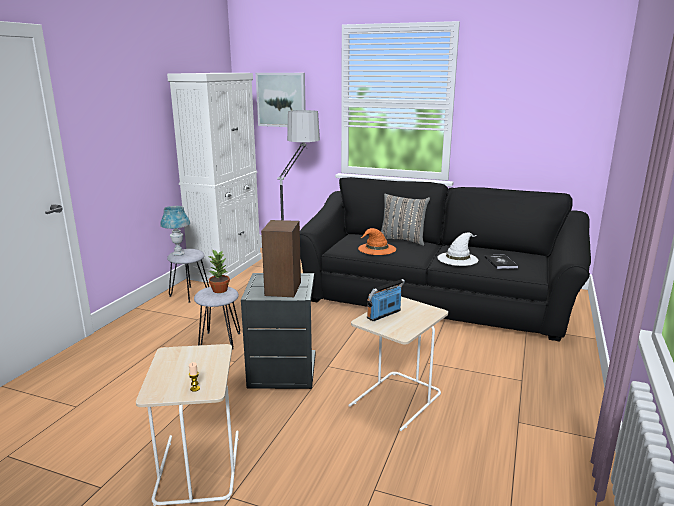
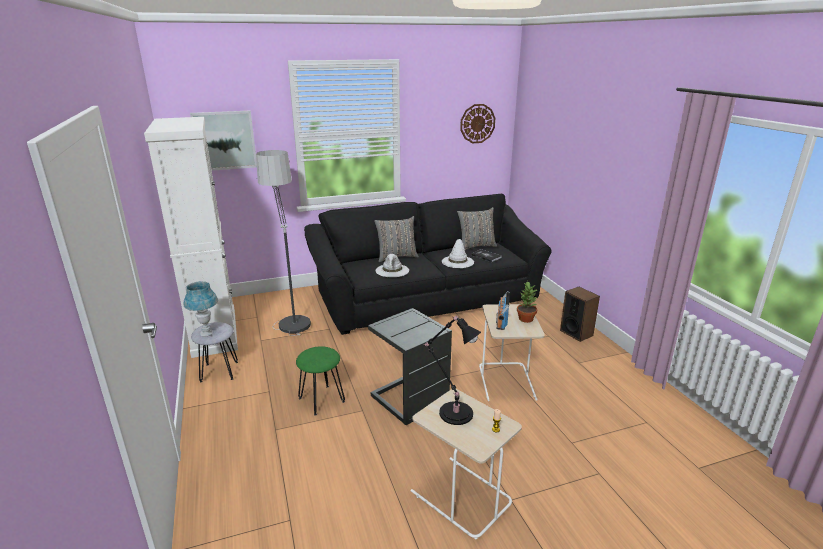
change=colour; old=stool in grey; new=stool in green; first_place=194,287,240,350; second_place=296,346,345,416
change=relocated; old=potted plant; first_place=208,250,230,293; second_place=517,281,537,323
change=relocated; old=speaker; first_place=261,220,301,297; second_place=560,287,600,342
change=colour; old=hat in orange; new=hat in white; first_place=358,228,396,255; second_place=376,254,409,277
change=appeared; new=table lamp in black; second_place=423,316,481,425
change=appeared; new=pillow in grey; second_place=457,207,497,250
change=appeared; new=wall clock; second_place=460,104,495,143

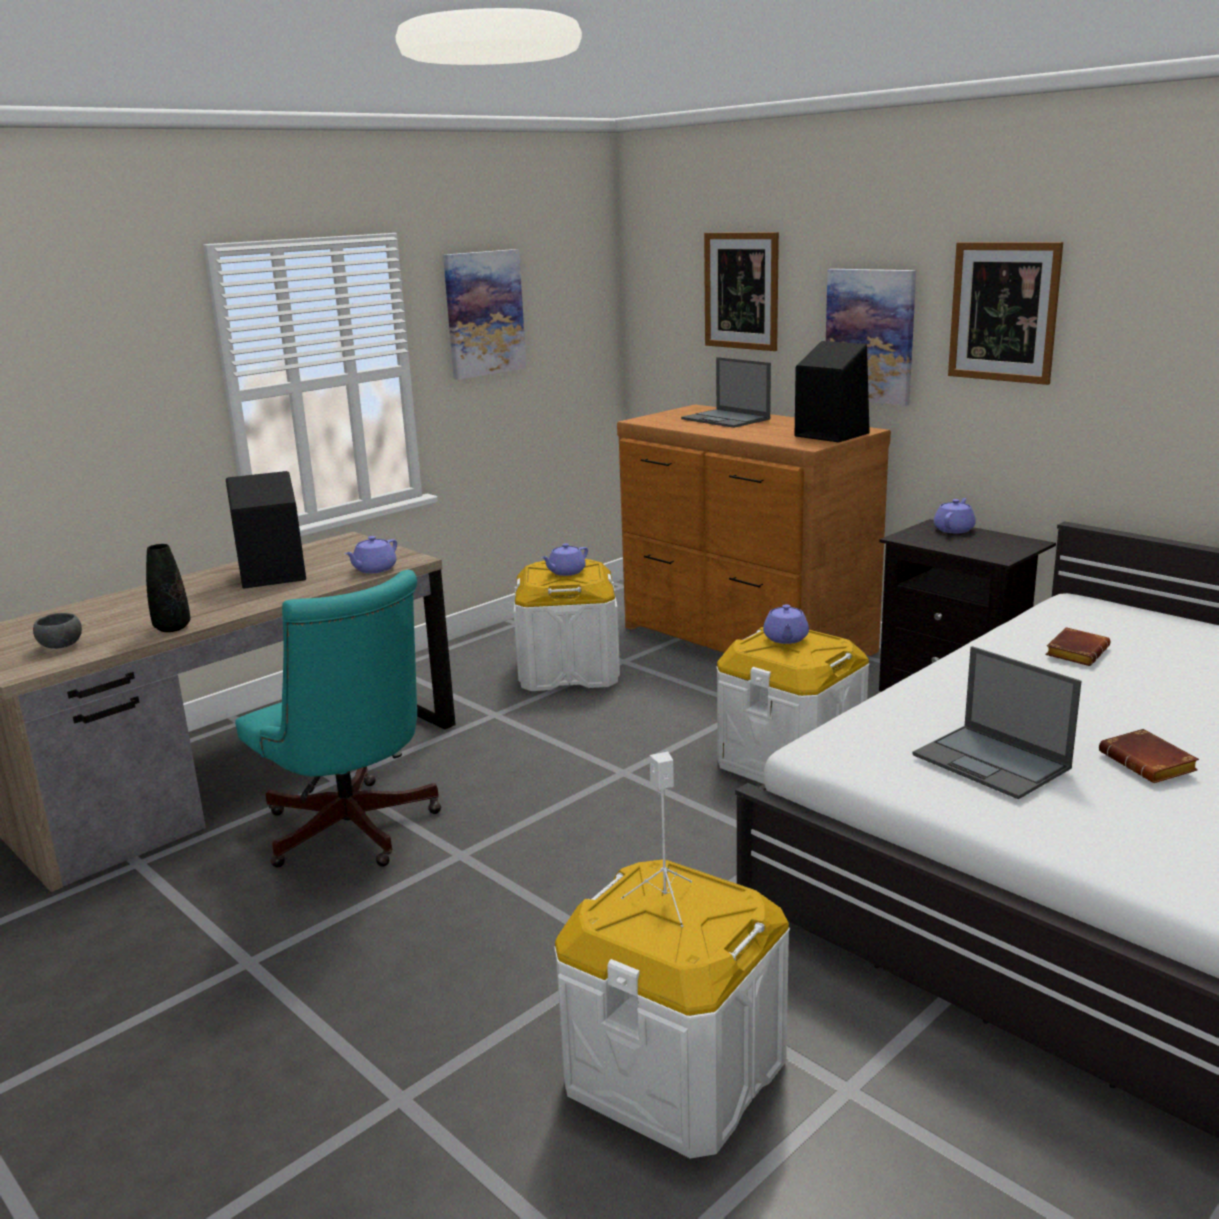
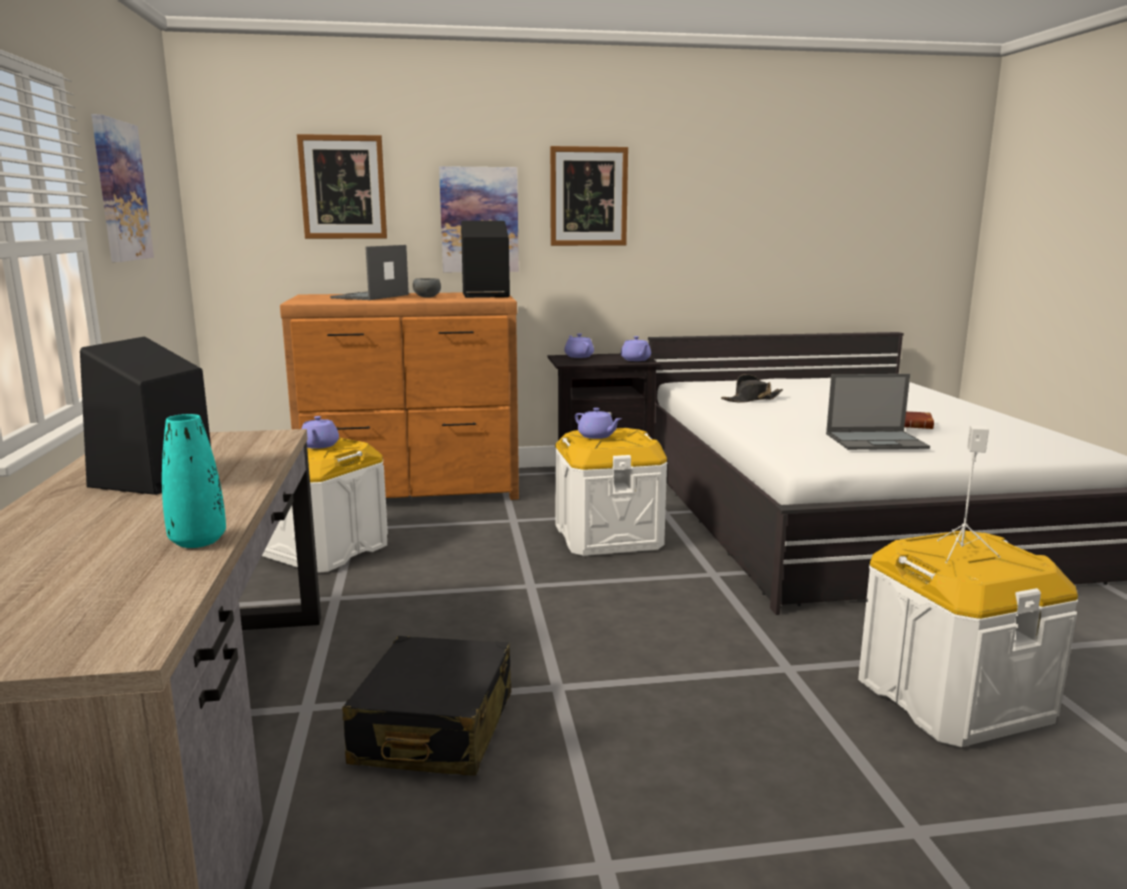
change=relocated; old=bowl in grey; first_place=33,613,82,649; second_place=413,278,441,298
change=colour; old=vase in black; new=vase in turquoise; first_place=146,544,190,632; second_place=162,414,226,548
change=exchanged; old=office chair in turquoise; new=suitcase in black; first_place=235,570,442,868; second_place=342,636,511,776
change=relocated; old=teapot in purple; first_place=345,536,397,573; second_place=621,336,651,361
change=spun; old=laptop; first_place=681,357,771,428; second_place=330,245,409,300; degrees=120
change=exchanged; old=book in brown; new=hat in black; first_place=1045,627,1110,666; second_place=721,374,783,403

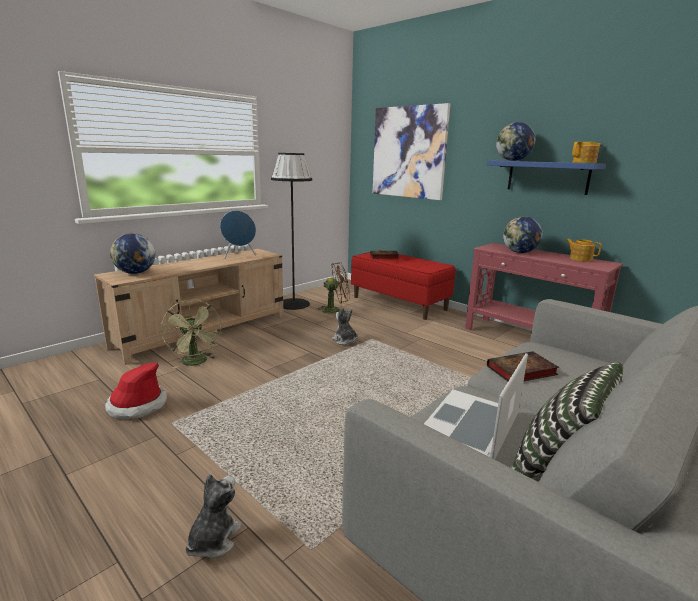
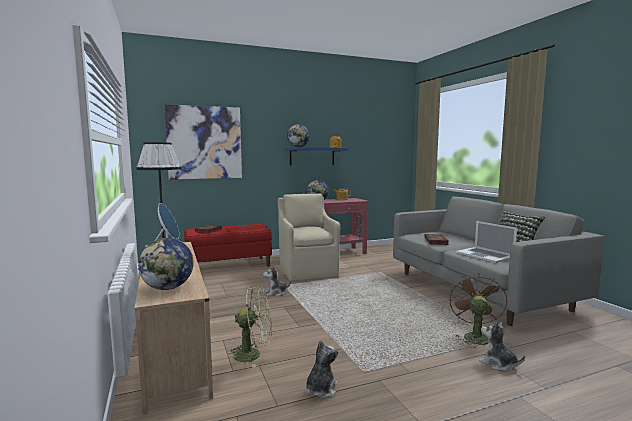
change=exchanged; old=hat; new=plush toy; first_place=105,363,167,420; second_place=305,340,338,399
change=relocated; old=fan in brown; first_place=317,262,350,314; second_place=449,274,507,348
change=appeared; new=armchair in beige; second_place=278,193,340,281

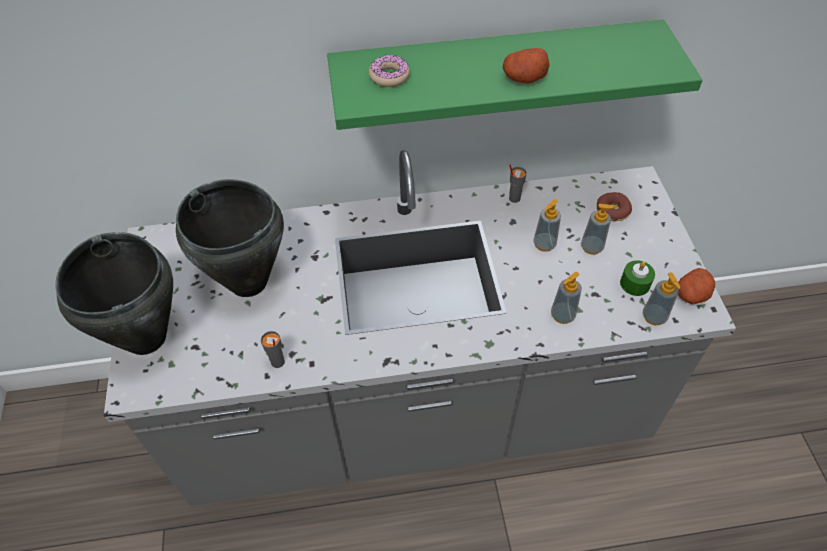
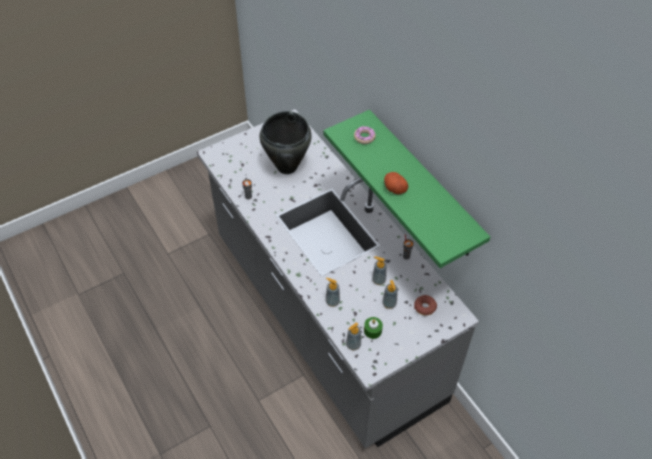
change=missing; old=cooking pot in black; first_place=55,232,173,355
change=missing; old=potato; first_place=678,268,715,304

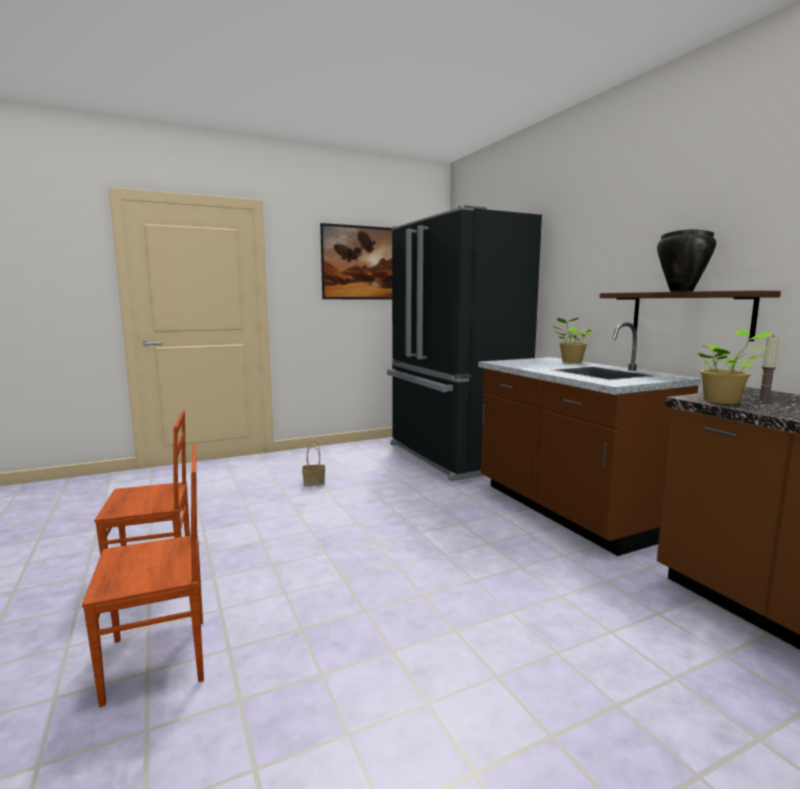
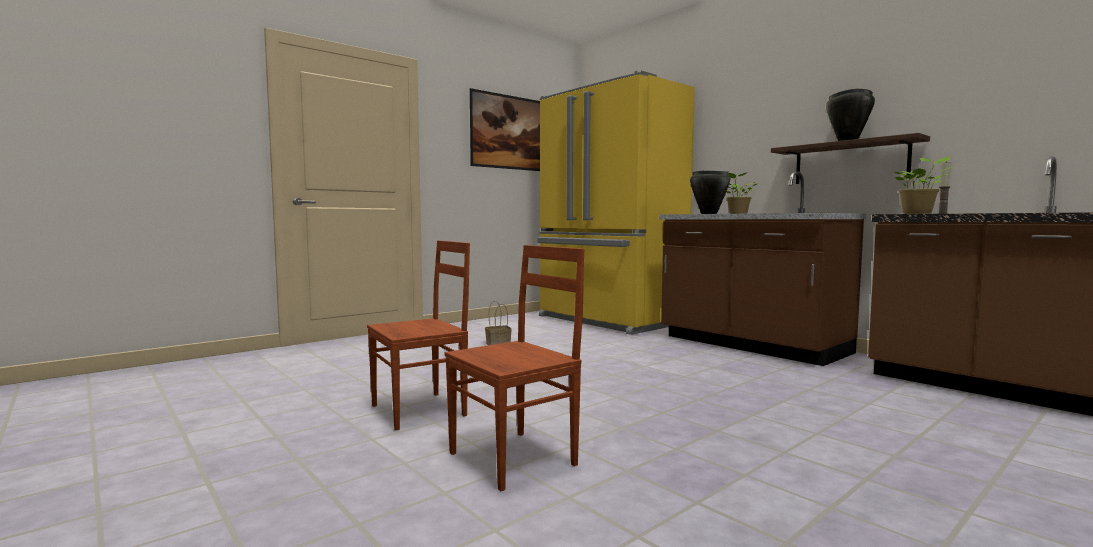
change=colour; old=fridge in black; new=fridge in yellow; first_place=387,205,542,481; second_place=538,71,695,335
change=appeared; new=cooking pot in black; second_place=690,171,730,214

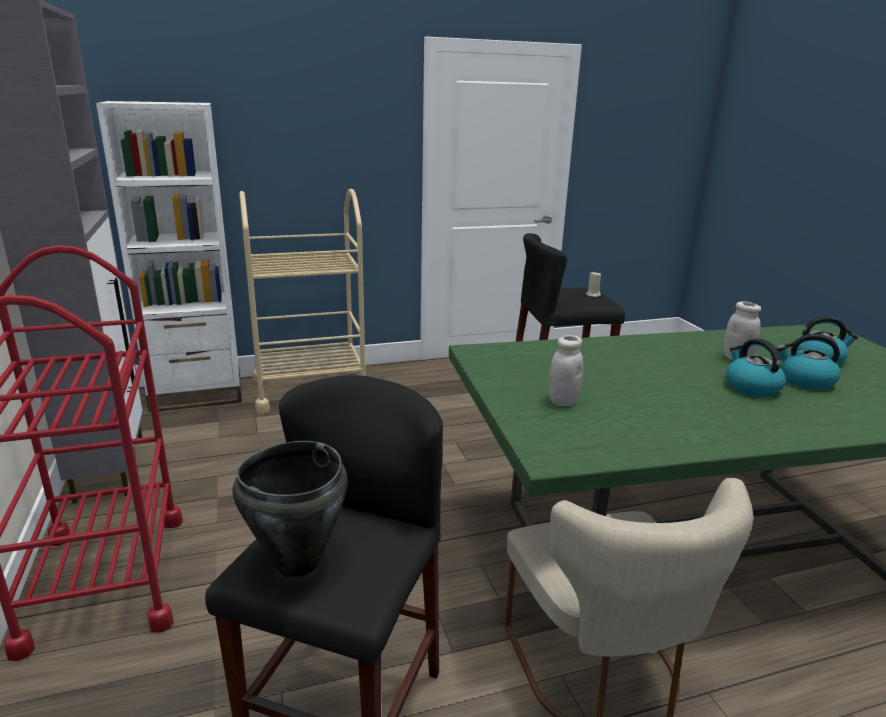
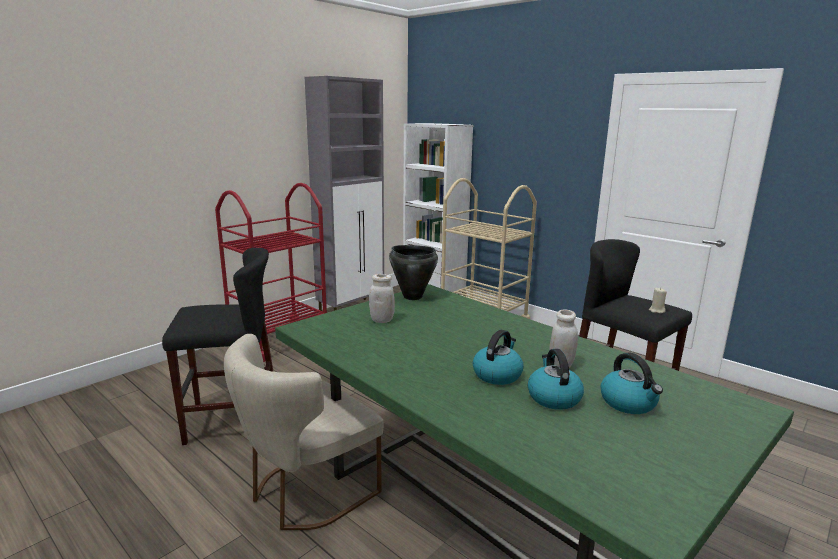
change=relocated; old=cooking pot in black; first_place=232,441,348,578; second_place=389,245,438,300

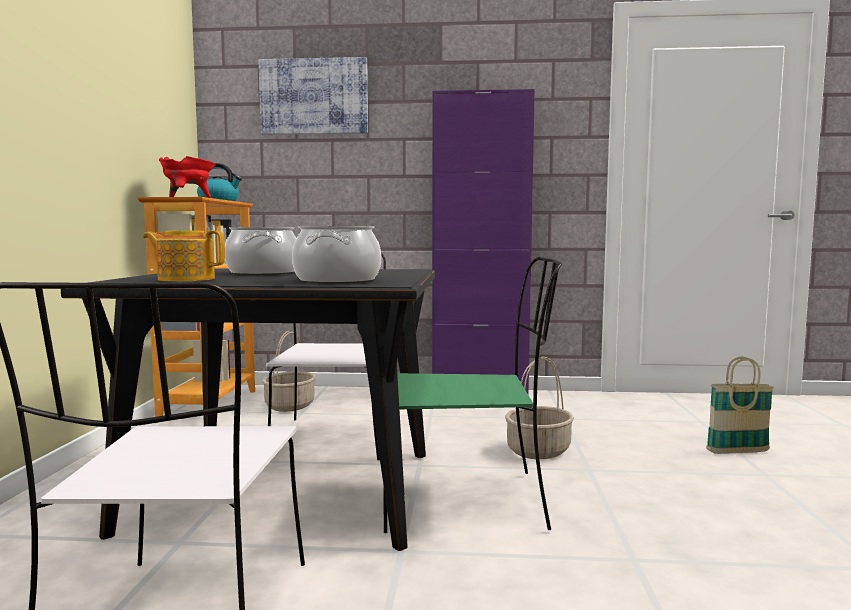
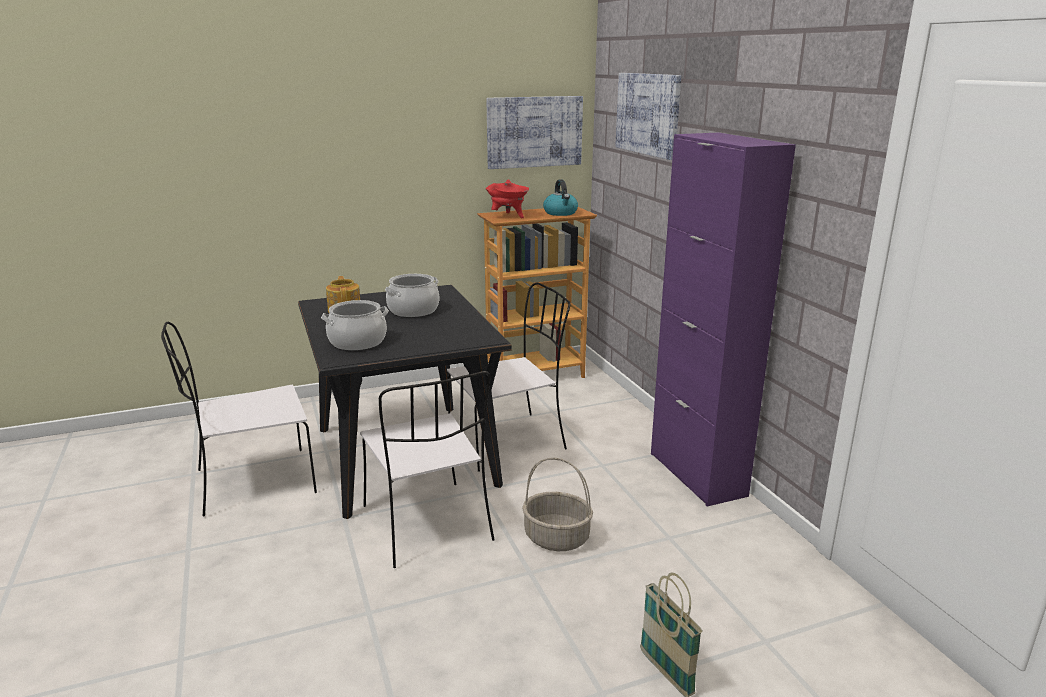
change=missing; old=basket; first_place=262,331,316,412
change=colour; old=chair in green; new=chair in white; first_place=384,257,562,533; second_place=360,371,494,568
change=appeared; new=picture; second_place=487,96,583,169

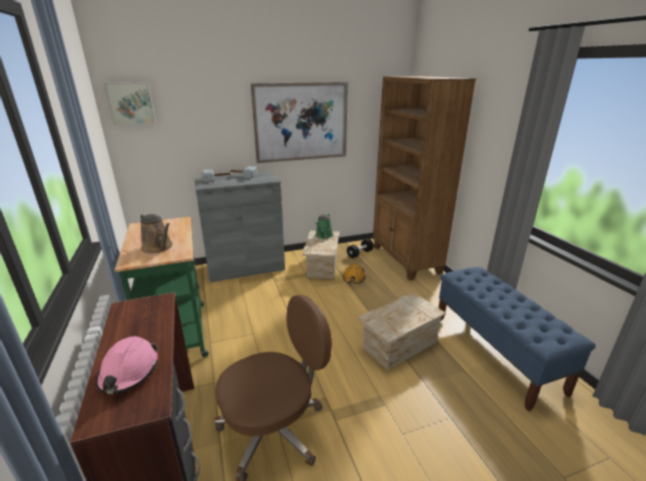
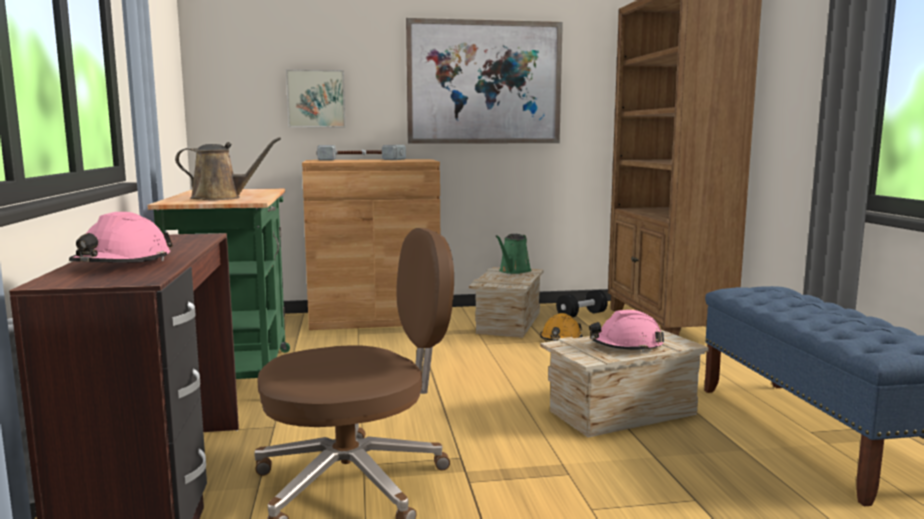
change=relocated; old=picture; first_place=104,82,156,125; second_place=286,69,345,127
change=spun; old=watering can in brown; first_place=140,213,172,253; second_place=175,137,281,200; degrees=-60
change=colour; old=cabinet in grey; new=cabinet in brown; first_place=194,172,285,282; second_place=302,159,440,330
change=appeared; new=hard hat in pink; second_place=589,310,664,352

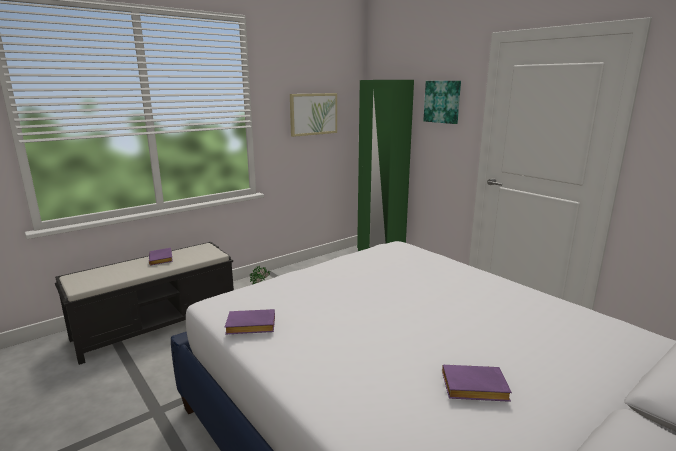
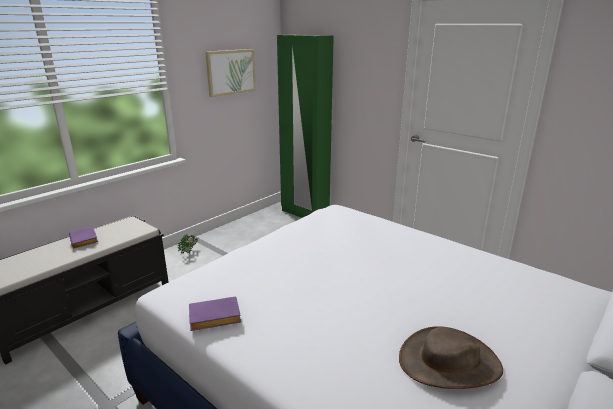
change=missing; old=picture; first_place=423,81,461,124
change=exchanged; old=book in purple; new=hat in brown; first_place=442,365,512,402; second_place=399,326,503,389

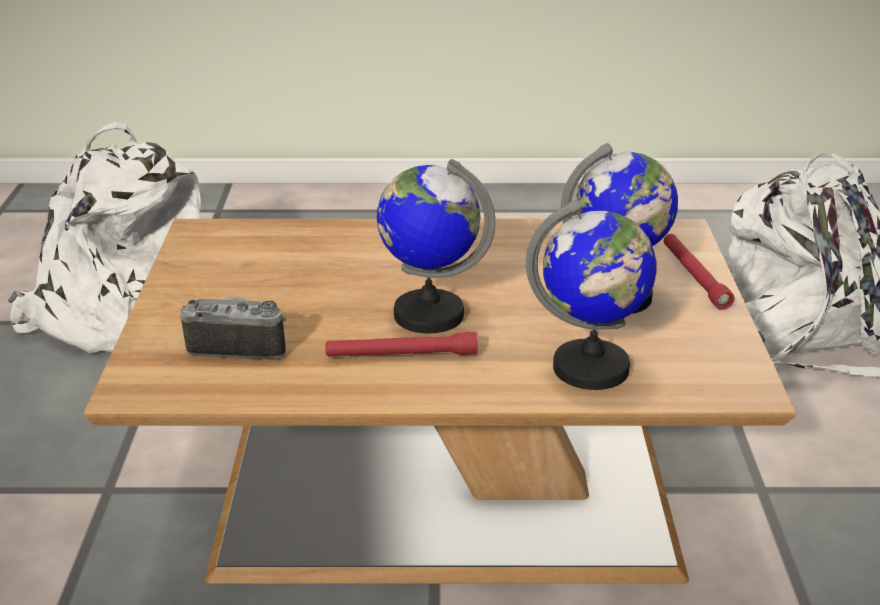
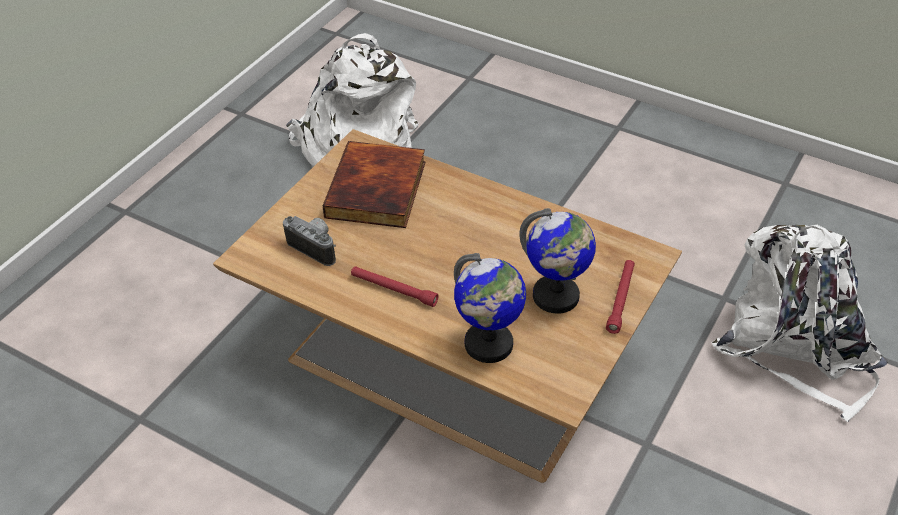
change=missing; old=globe; first_place=377,159,496,334
change=appeared; new=book; second_place=323,141,426,228

